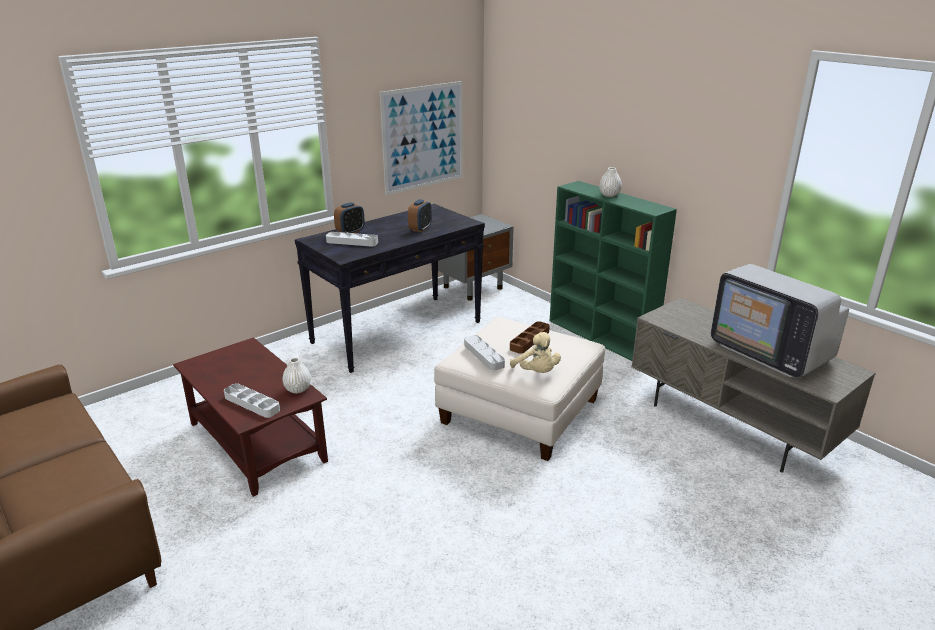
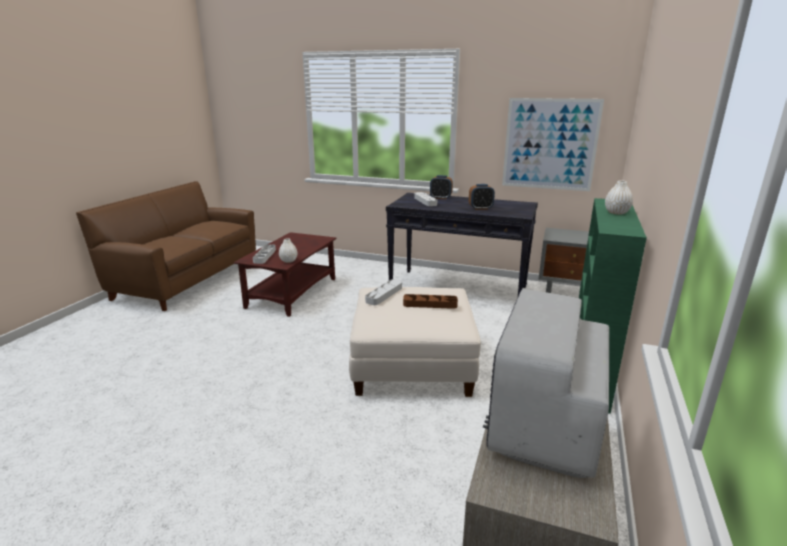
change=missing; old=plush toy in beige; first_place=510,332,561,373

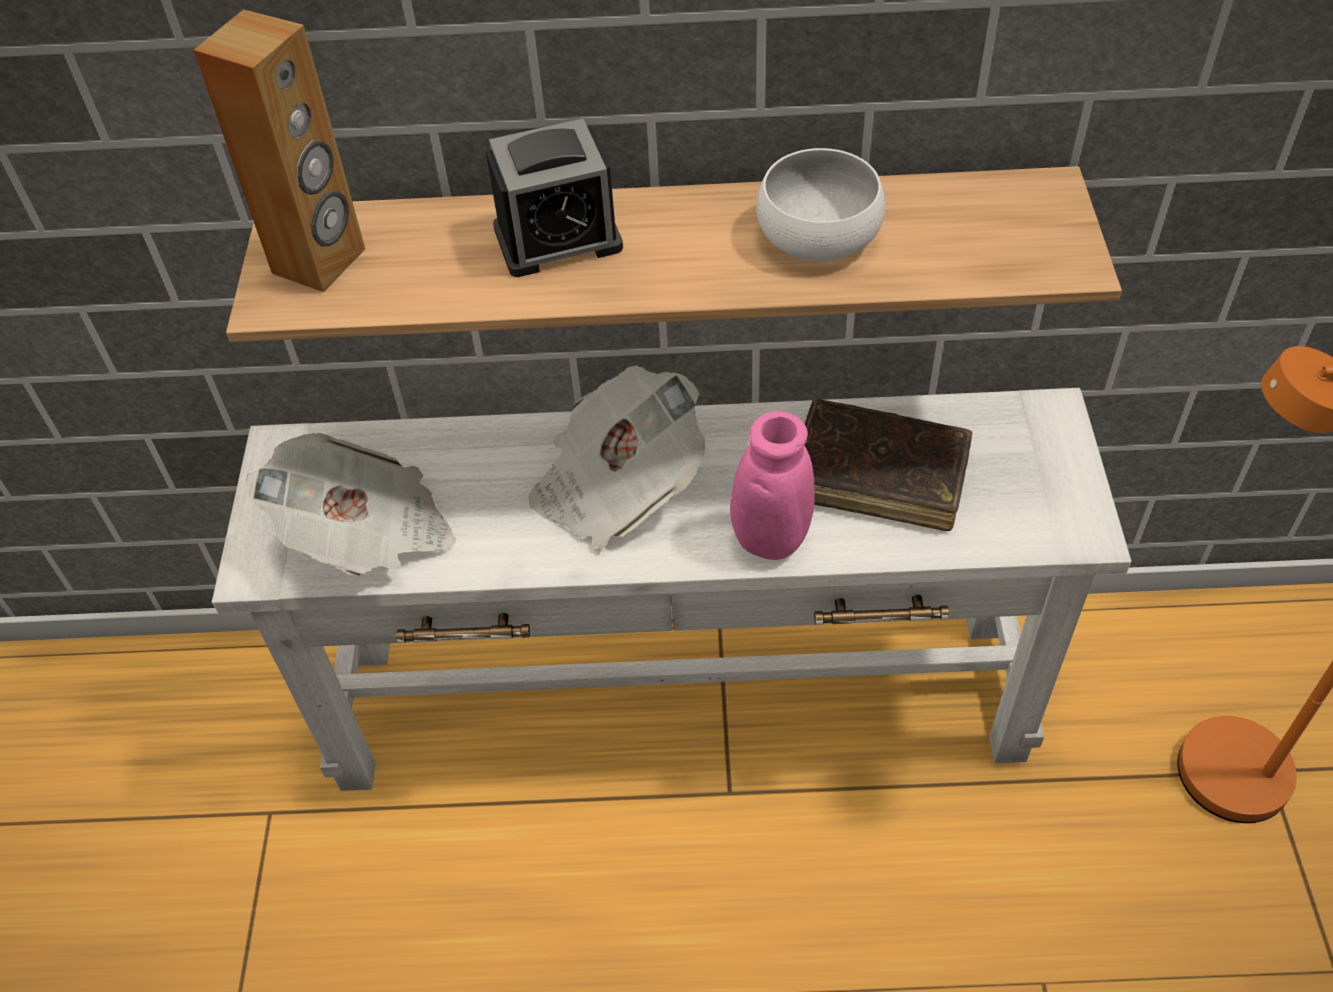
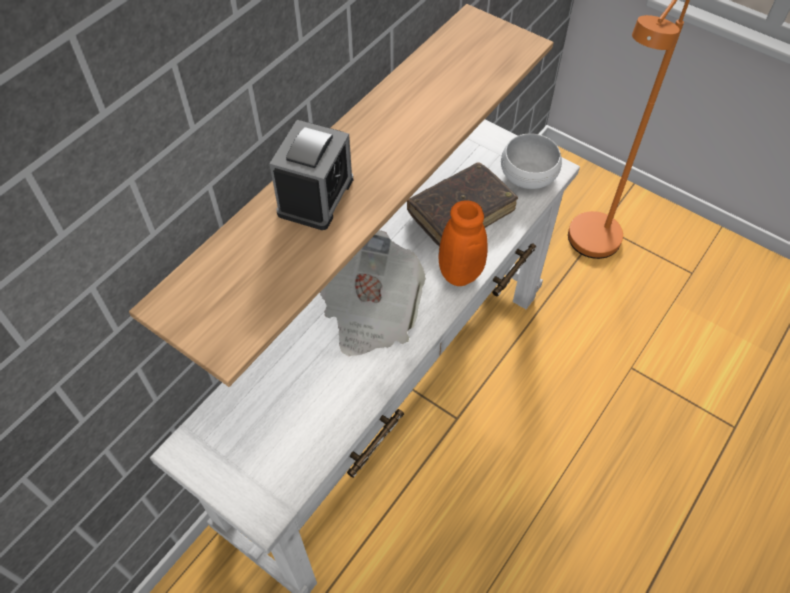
change=missing; old=speaker in brown; first_place=193,10,365,292
change=missing; old=newspaper; first_place=246,433,456,576
change=colour; old=vase in pink; new=vase in orange; first_place=656,411,815,560; second_place=439,200,488,286
change=relocated; old=bowl in white; first_place=756,148,886,261; second_place=501,133,562,189

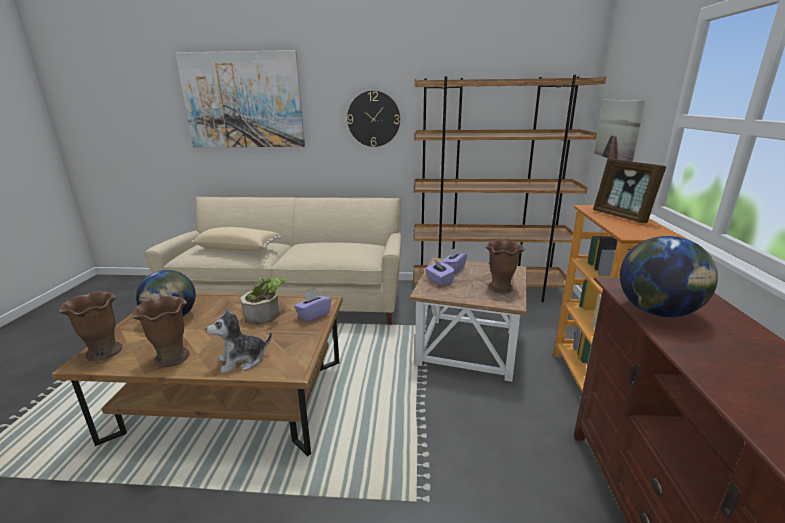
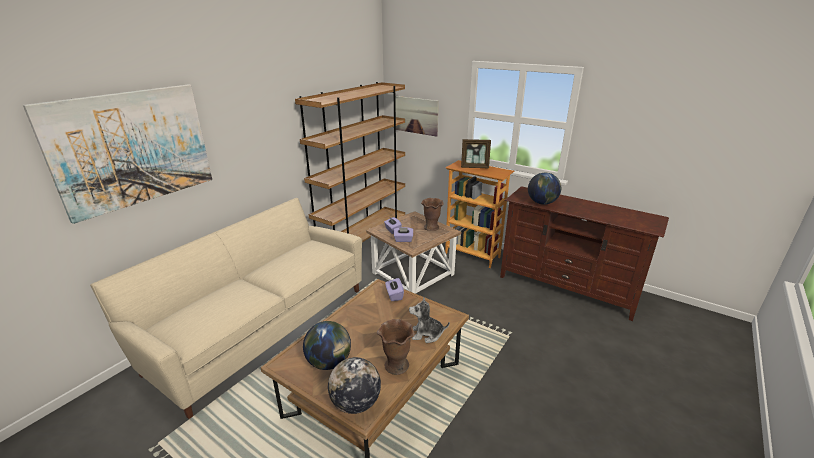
change=exchanged; old=vase in brown; new=globe; first_place=59,291,122,361; second_place=328,357,381,414
change=missing; old=pillow in beige; first_place=191,227,281,251
change=spun; old=plush toy; first_place=206,308,272,374; second_place=409,297,450,343; degrees=90
change=missing; old=potted plant; first_place=240,277,288,325
change=missing; old=wall clock; first_place=347,91,400,147

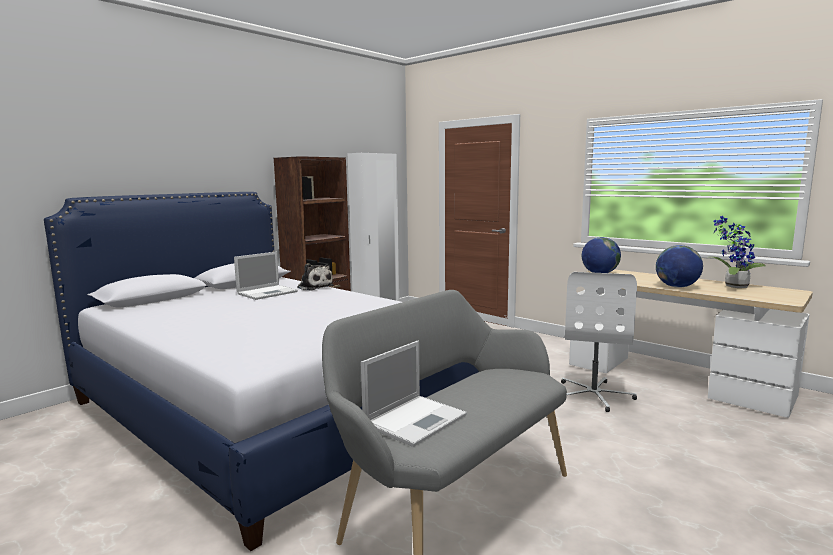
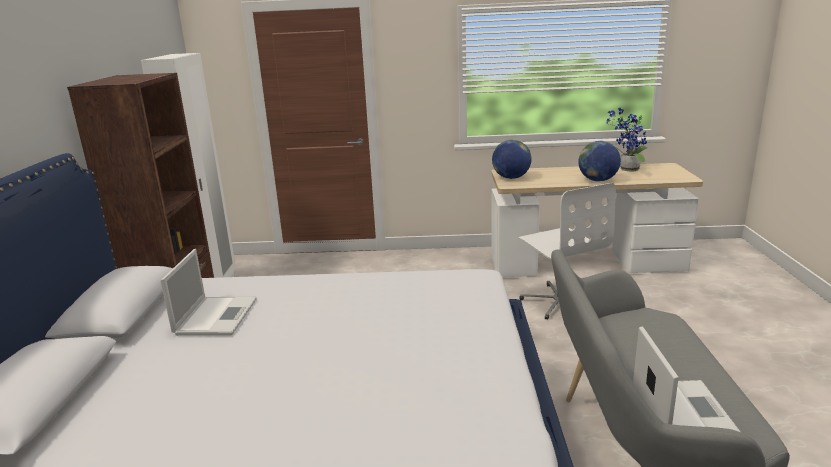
change=missing; old=plush toy; first_place=297,264,334,291

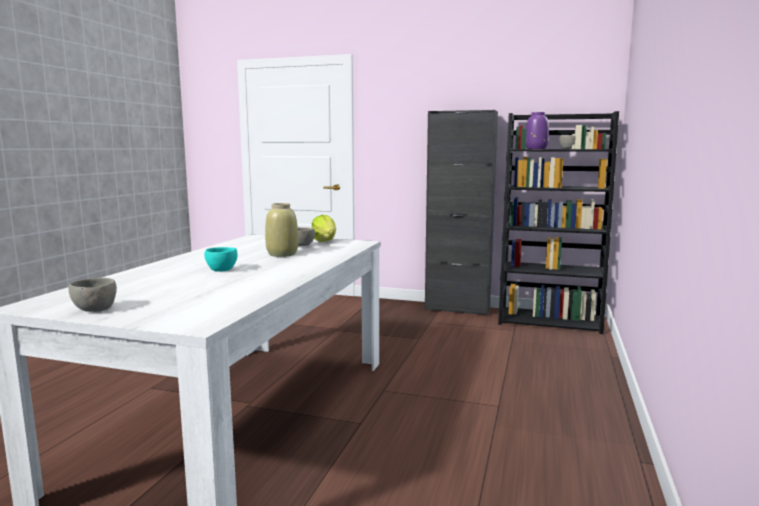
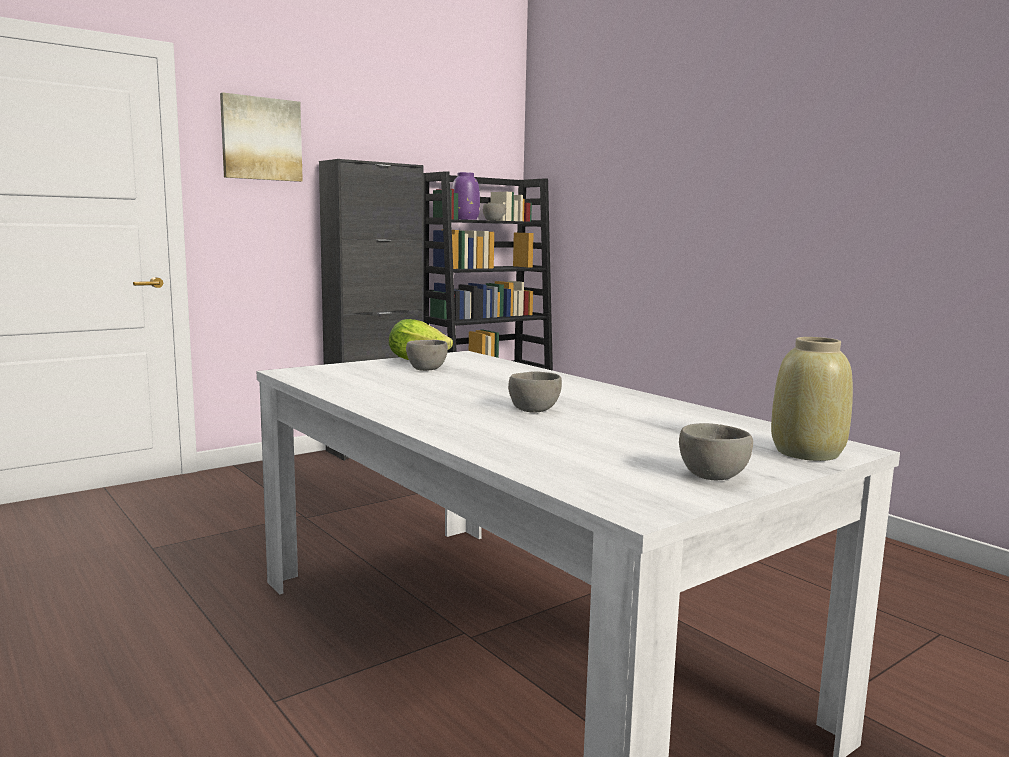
change=colour; old=bowl in turquoise; new=bowl in grey; first_place=204,247,237,272; second_place=508,371,562,413
change=relocated; old=vase in beige; first_place=265,203,298,257; second_place=771,337,853,461
change=appeared; new=picture; second_place=220,92,303,182

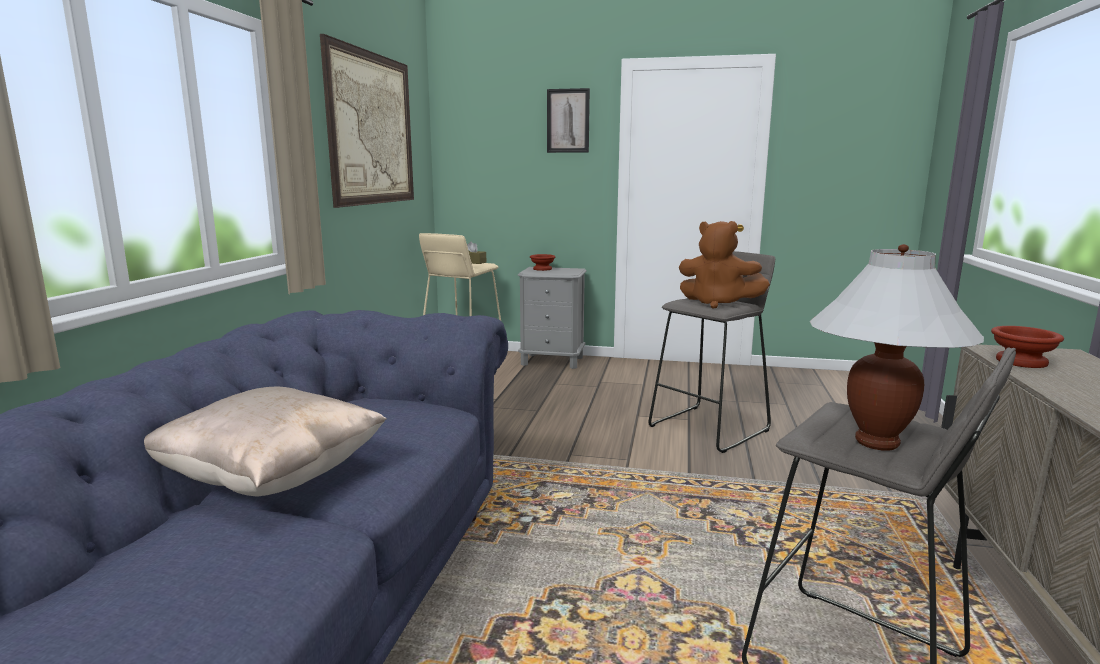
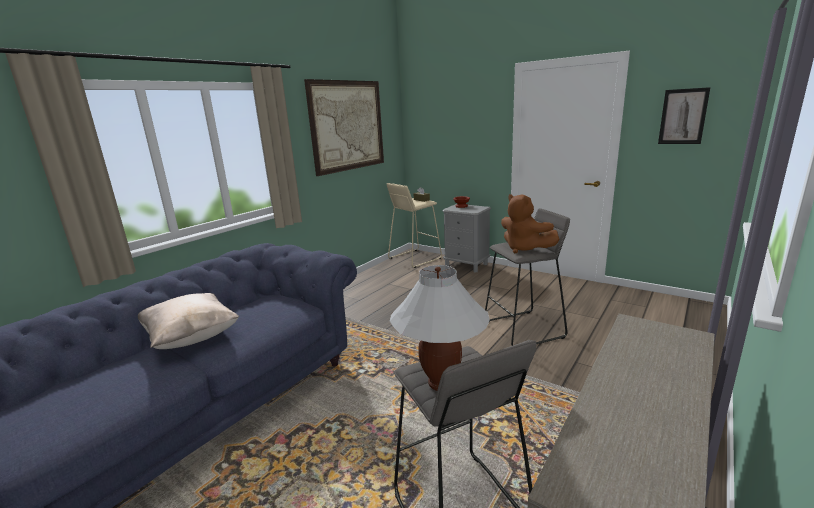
change=relocated; old=picture; first_place=547,88,590,153; second_place=658,87,710,144
change=missing; old=bowl in brown; first_place=991,326,1064,368

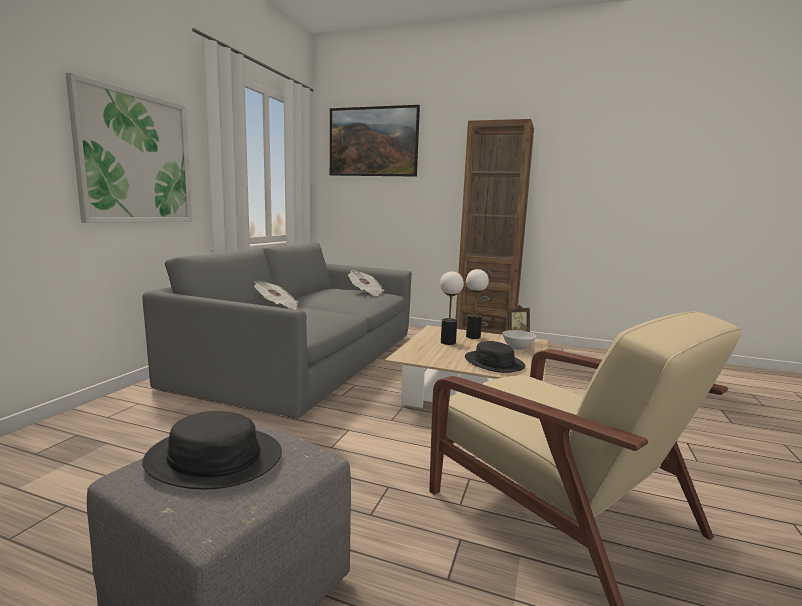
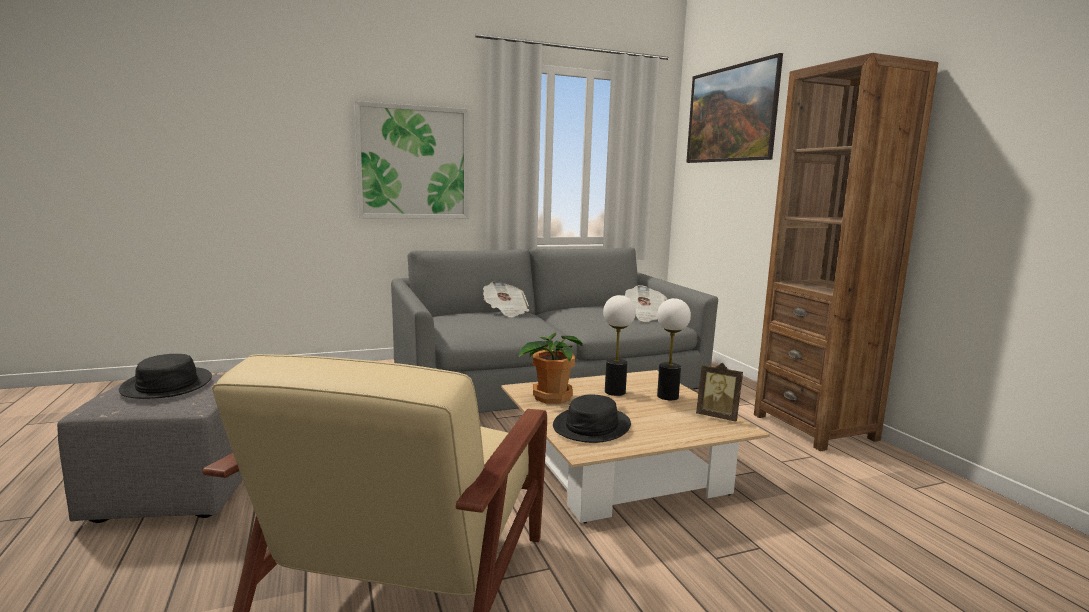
change=missing; old=bowl in white; first_place=502,330,536,351
change=appeared; new=potted plant; second_place=518,332,583,404

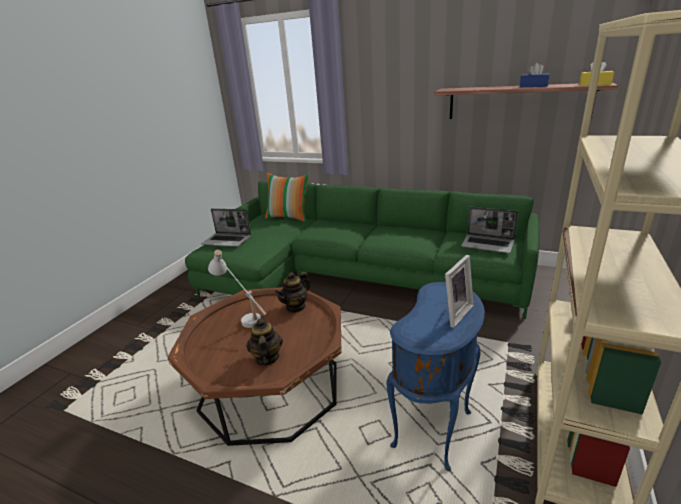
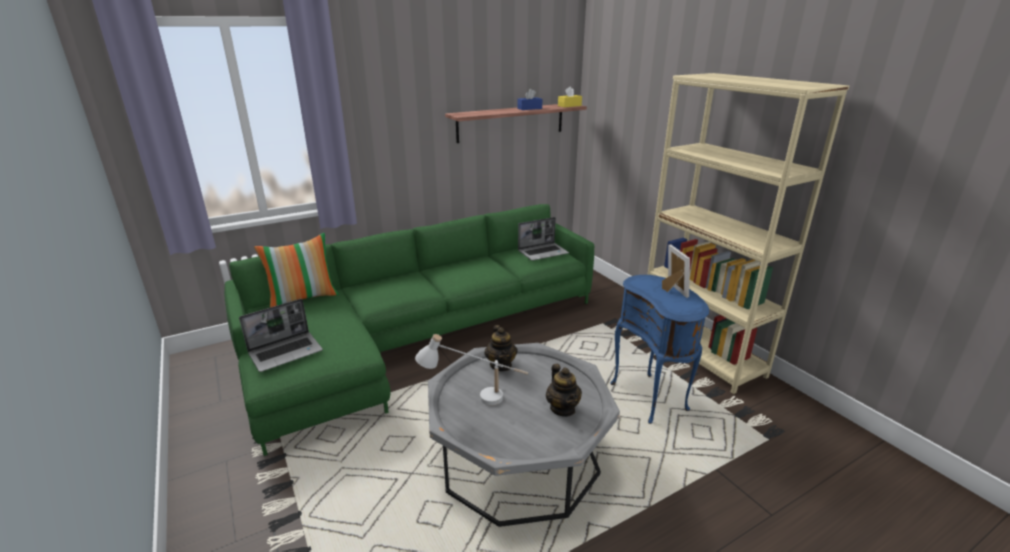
change=colour; old=coffee table in brown; new=coffee table in grey; first_place=167,287,341,446; second_place=428,343,620,527
change=spun; old=teapot; first_place=246,316,283,366; second_place=546,364,582,417; degrees=-135

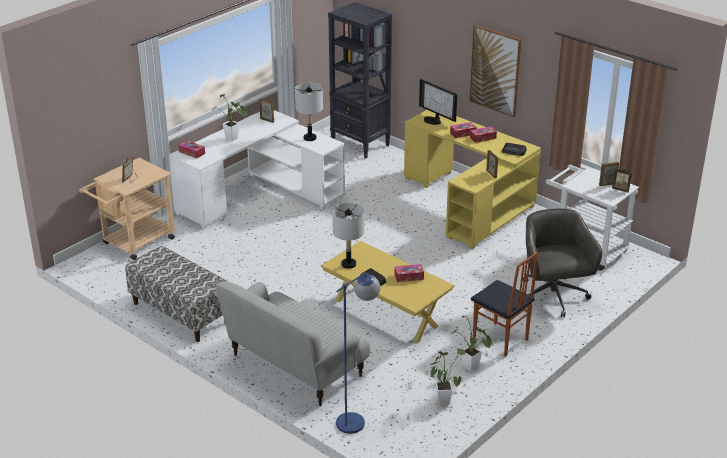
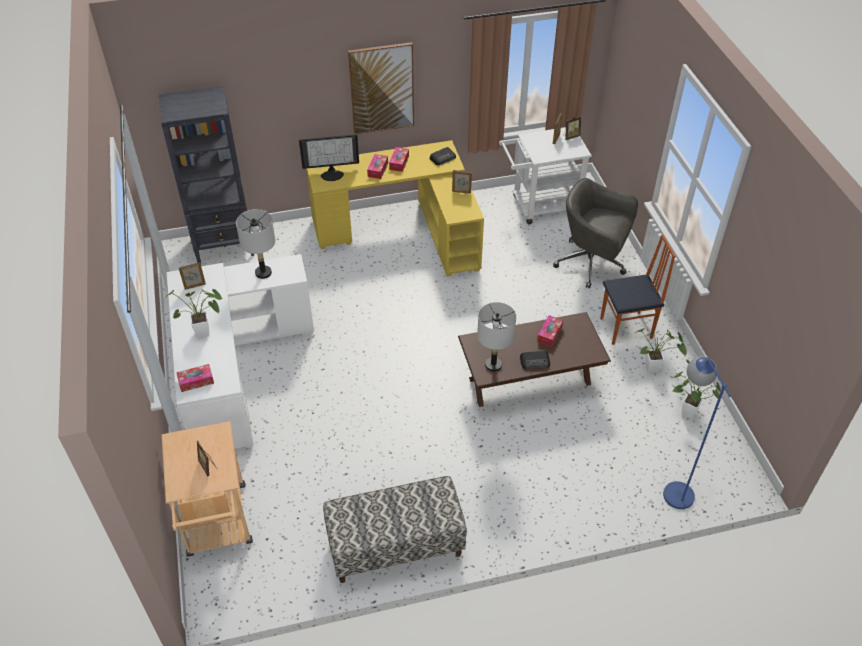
change=missing; old=sofa; first_place=216,281,371,406
change=colour; old=coffee table in yellow; new=coffee table in brown; first_place=320,241,455,343; second_place=458,312,611,407

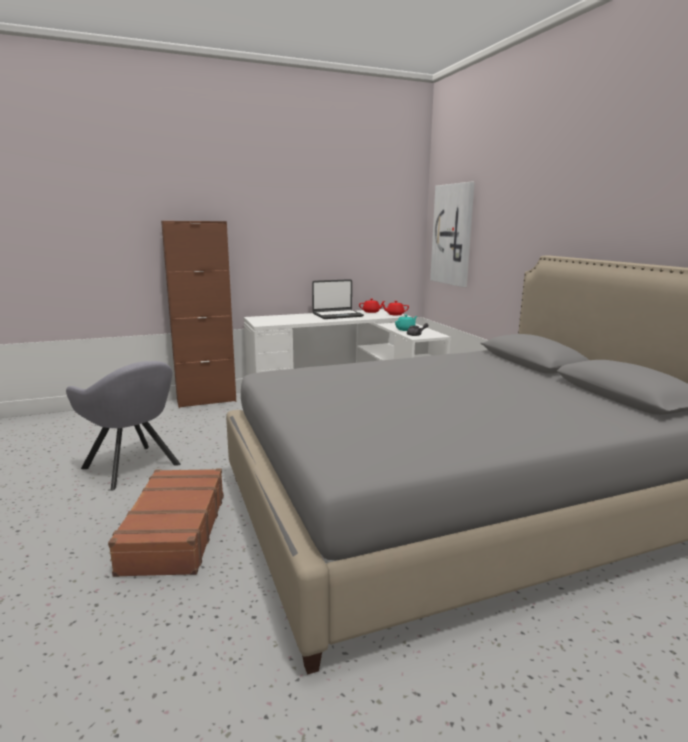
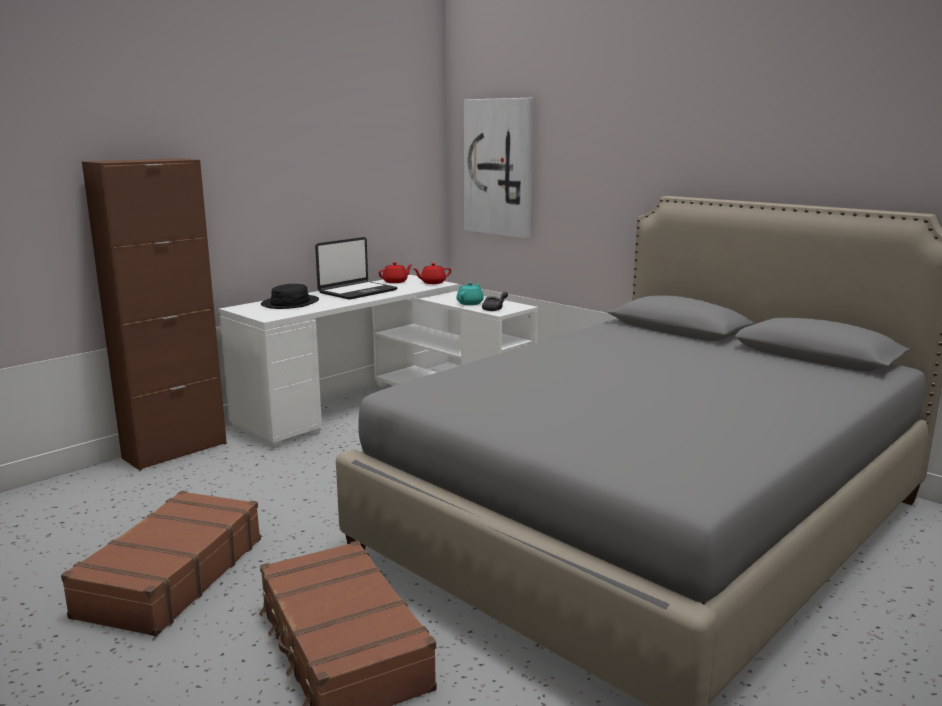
change=exchanged; old=armchair in grey; new=suitcase in brown; first_place=66,361,181,491; second_place=61,491,261,636
change=appeared; new=hat in black; second_place=261,284,319,309

